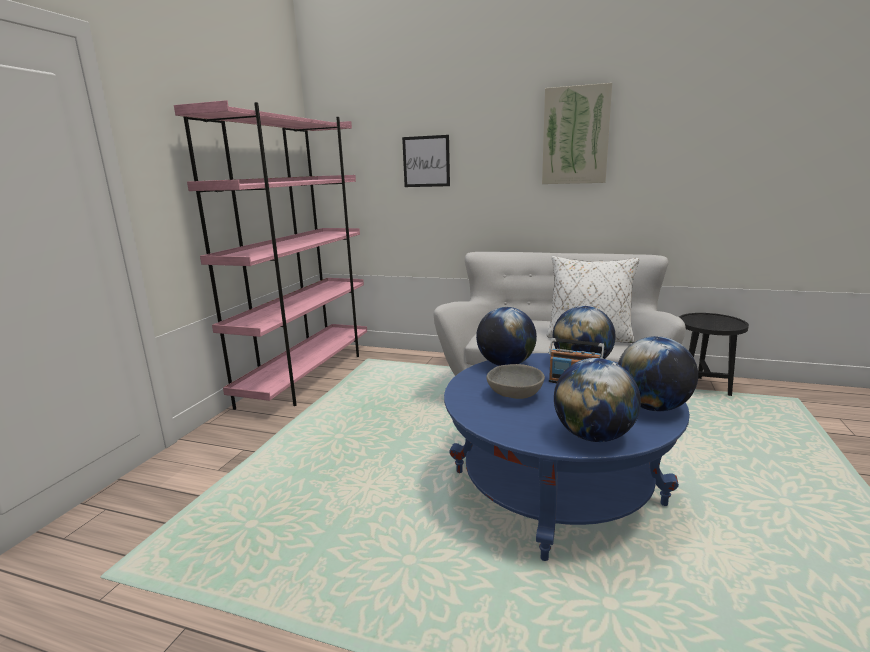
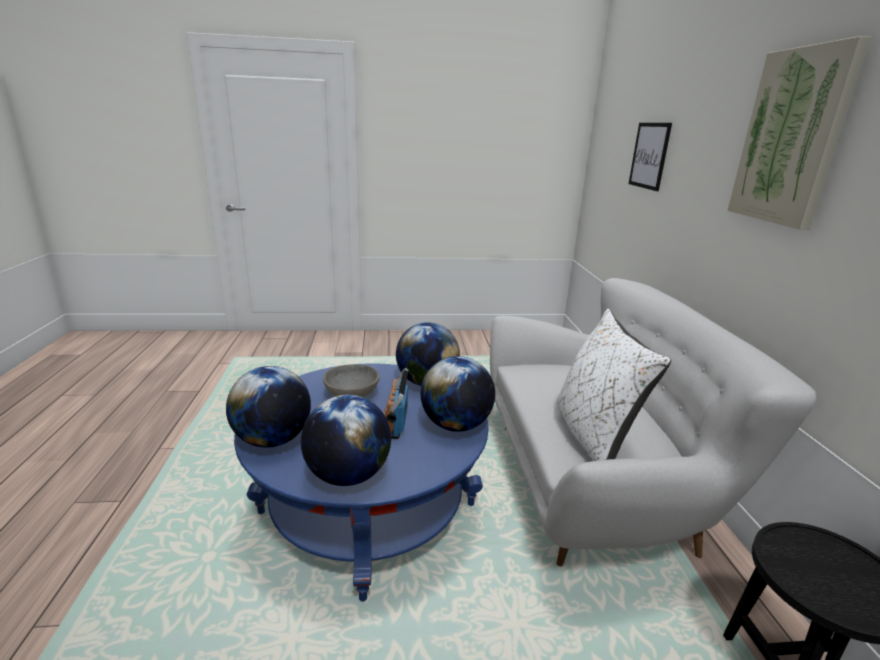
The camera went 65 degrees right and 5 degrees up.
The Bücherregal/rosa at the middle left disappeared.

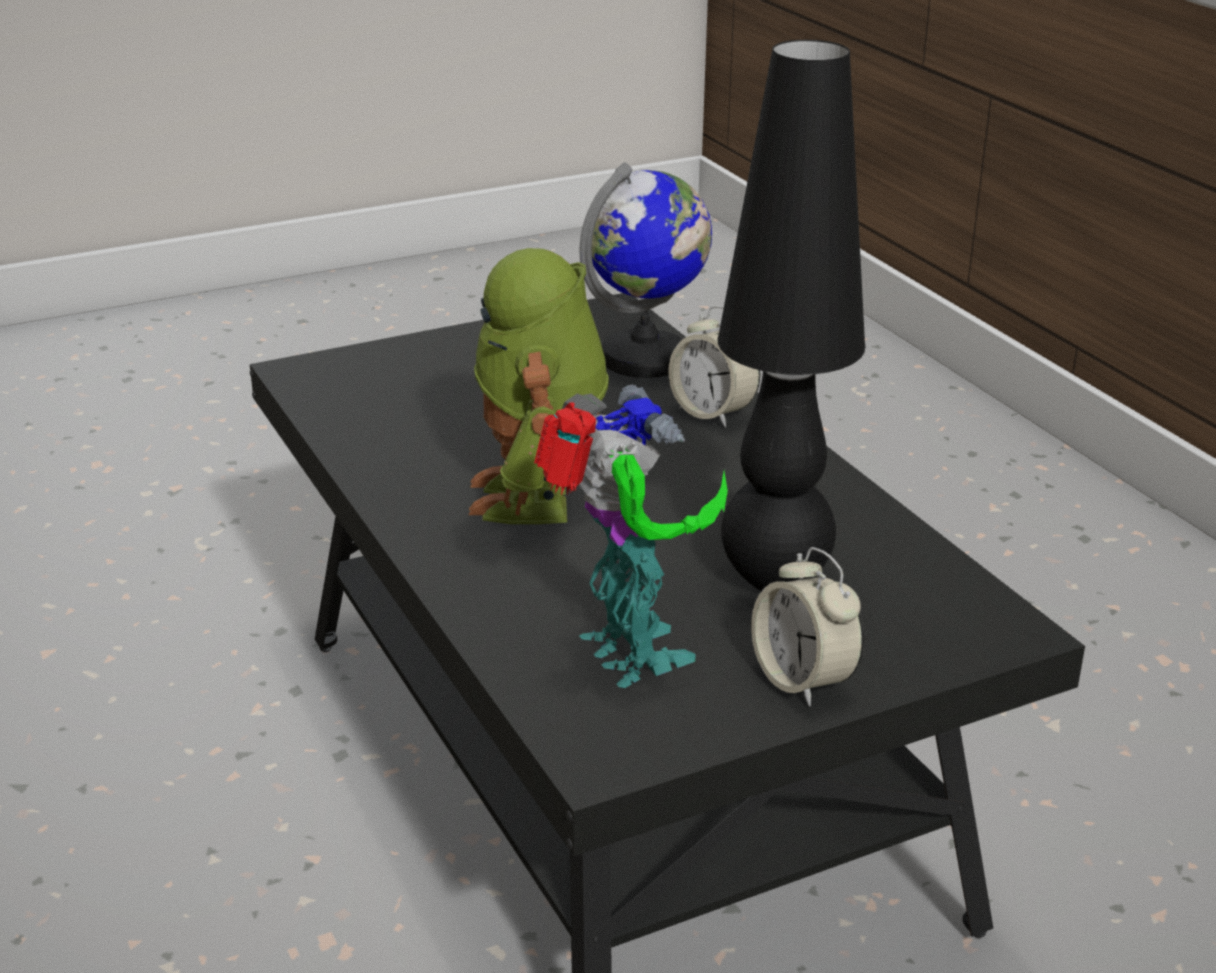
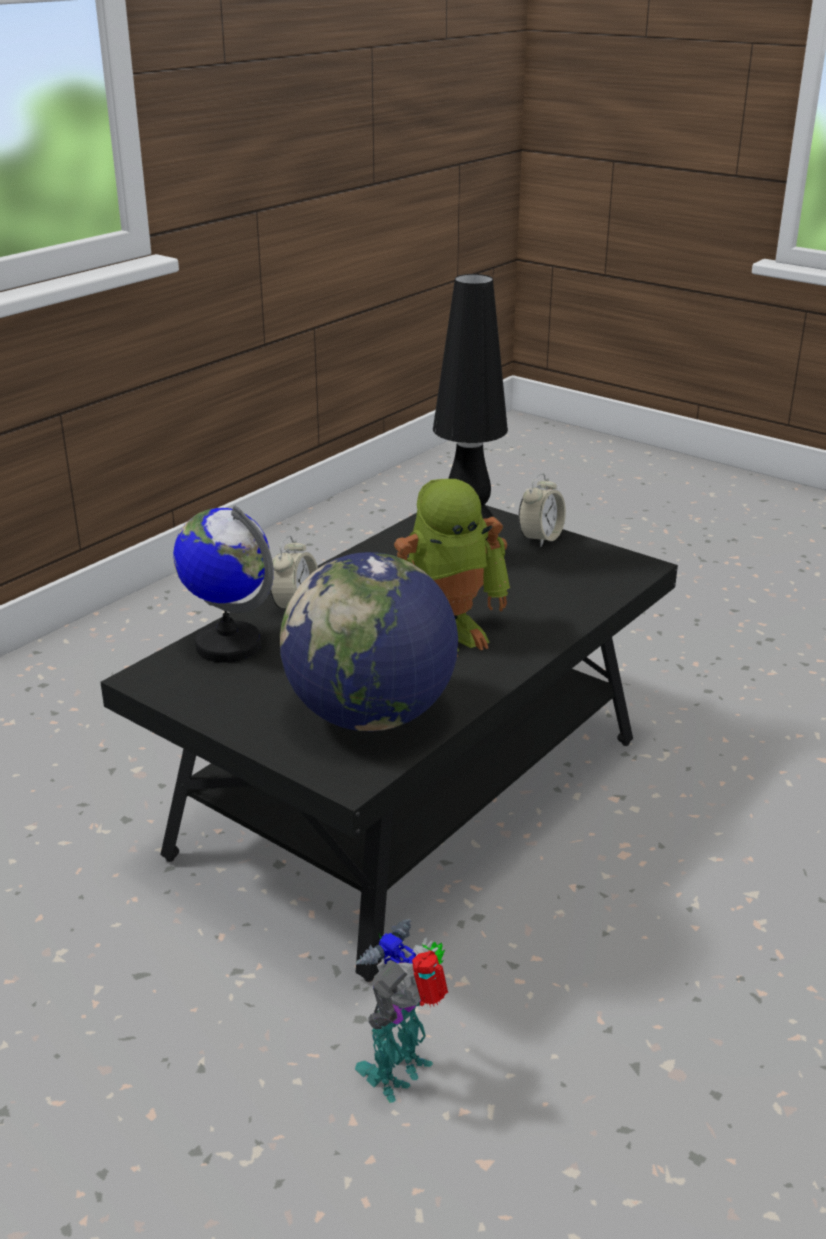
The camera went 115 degrees left and 0 degrees up.
The Spielzeugroboter (2nd from left in the first image) moved from the centre to the bottom centre.
The Globus (2nd from left) at the centre appeared.

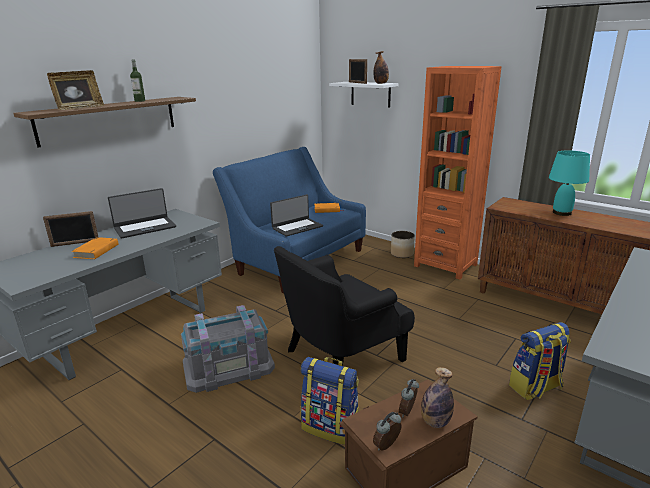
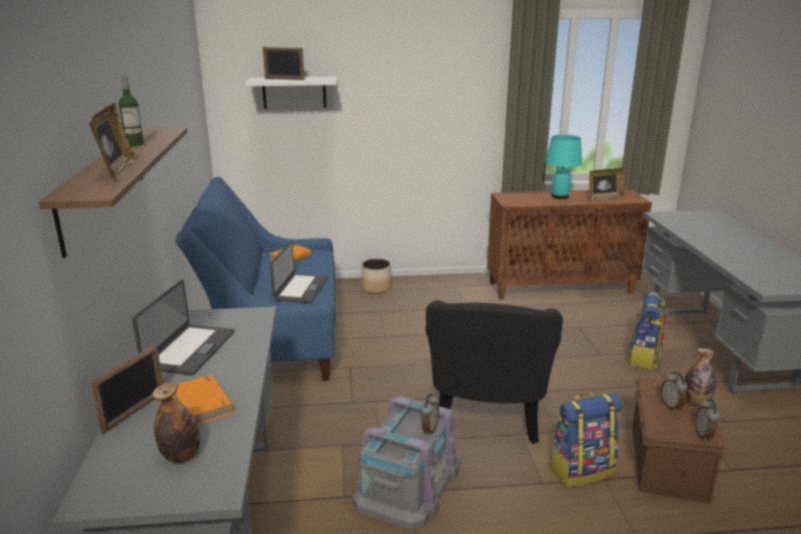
The camera went 45 degrees left and 0 degrees up.
The Flasche (2nd from left) moved from the top centre to the bottom left.
The Bücherregal/orange at the middle right disappeared.
The Wecker (1st from left) at the bottom centre appeared.
The Bilderrahmen (4th from left) at the middle right appeared.

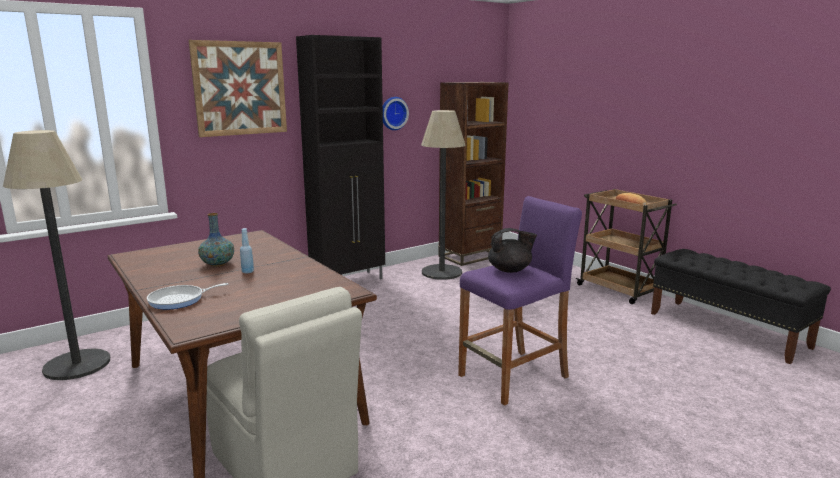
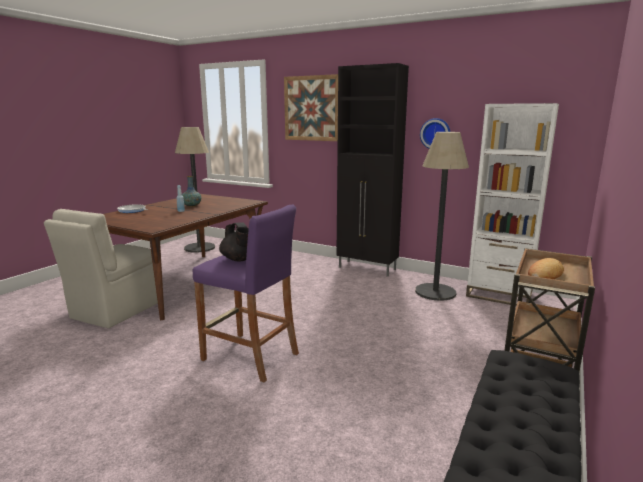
The camera went 65 degrees right and 0 degrees up.
The Bücherregal/braun at the centre became the Bücherregal/weiß at the middle right.

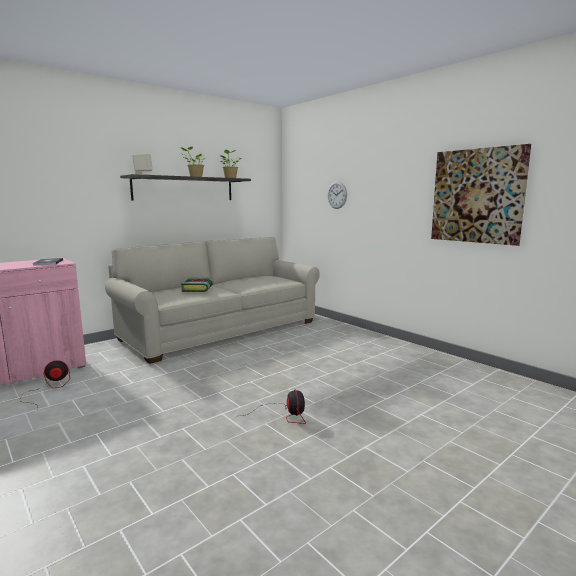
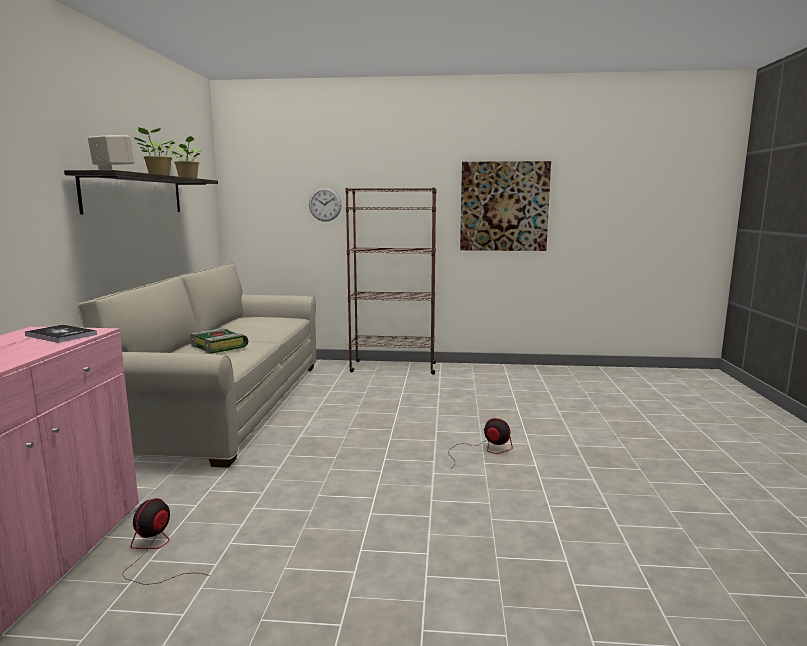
The camera went 45 degrees left and 0 degrees up.
The Bücherregal/braun at the centre appeared.

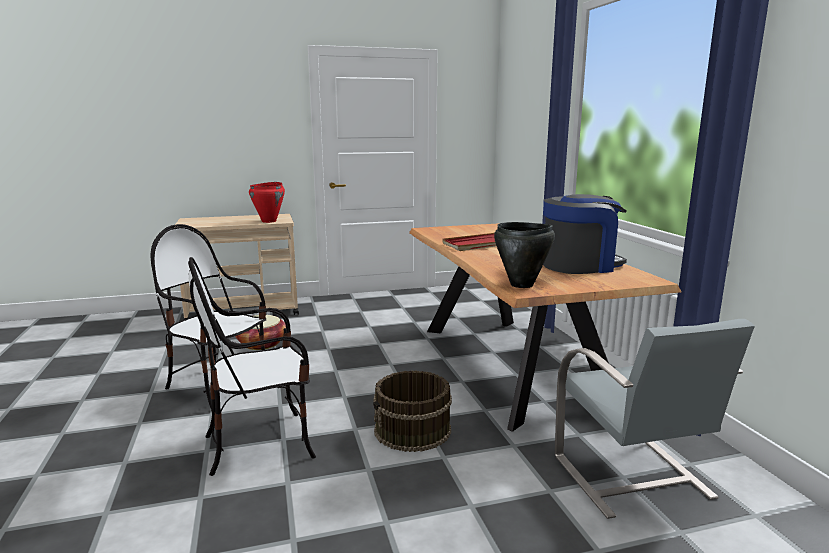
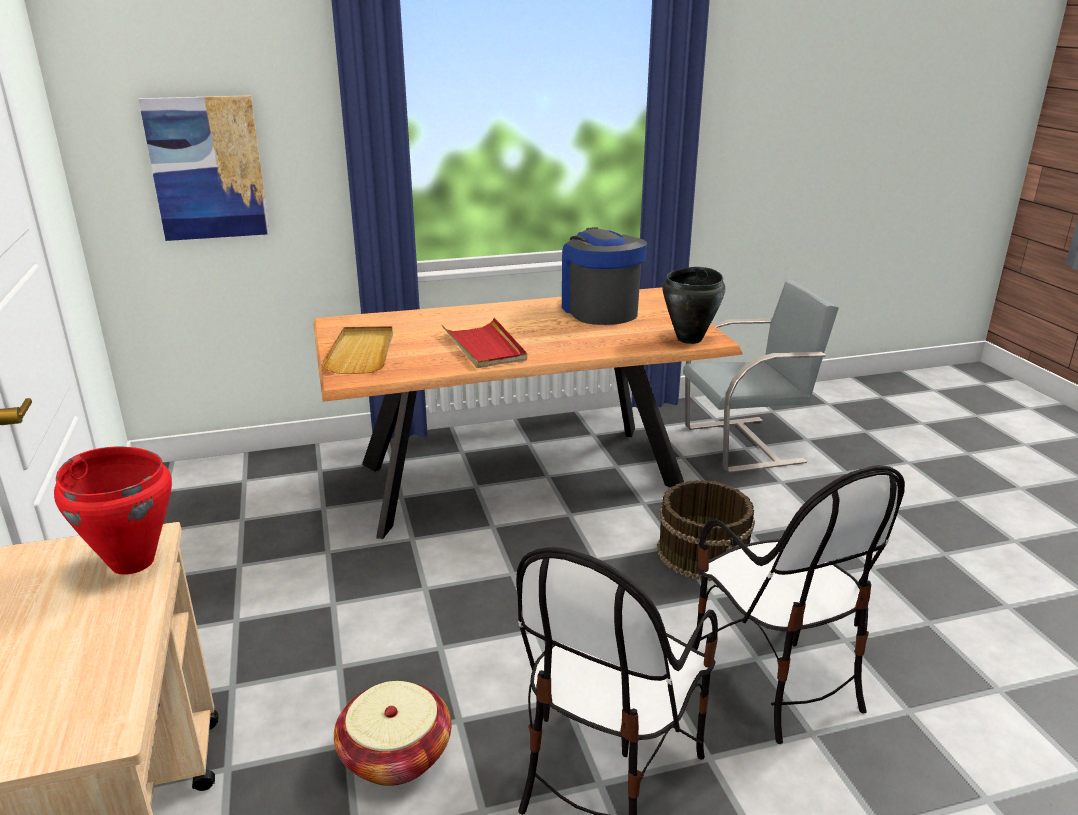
The camera went 90 degrees left and 10 degrees up.
The Bild at the top left appeared.
The Tablett/beige at the middle left appeared.

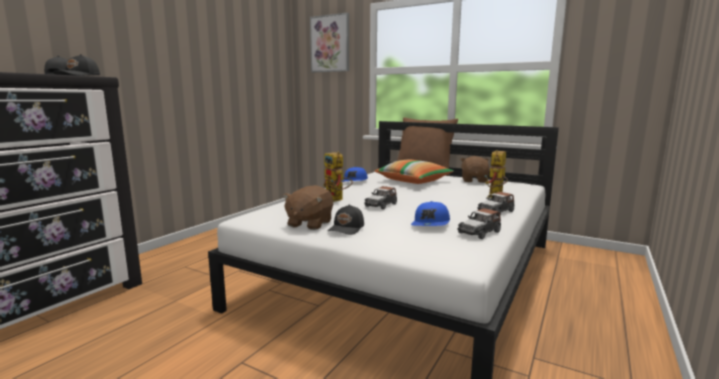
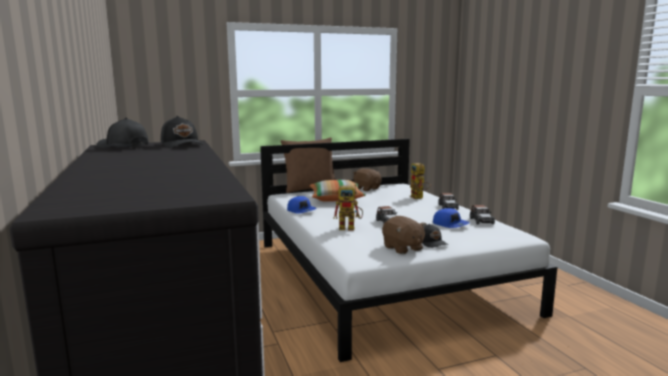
The camera went 50 degrees left and 0 degrees up.
The Bild at the top centre disappeared.

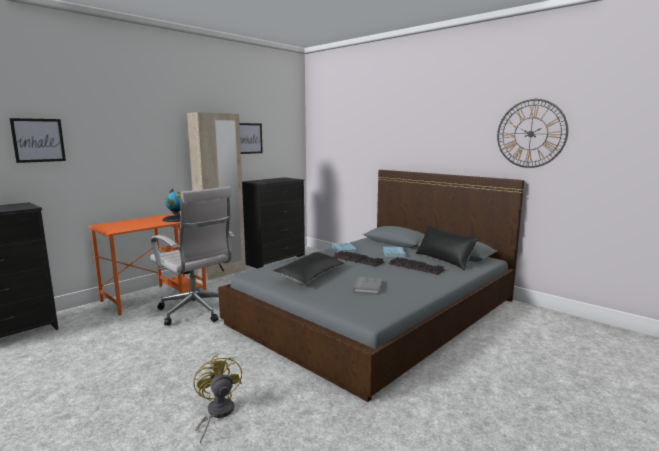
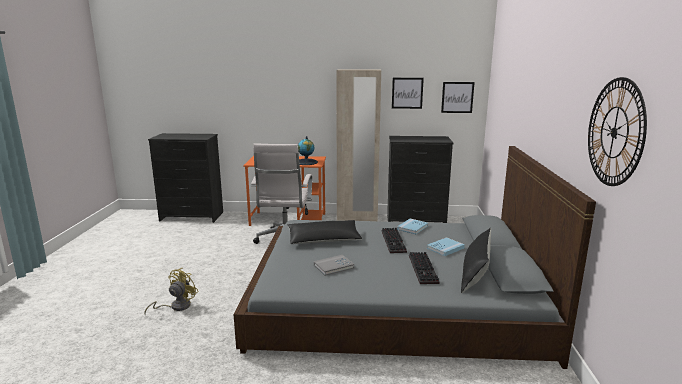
The camera went 50 degrees right and 5 degrees up.
The Bild (1st from left in the first image) moved from the top left to the top right.

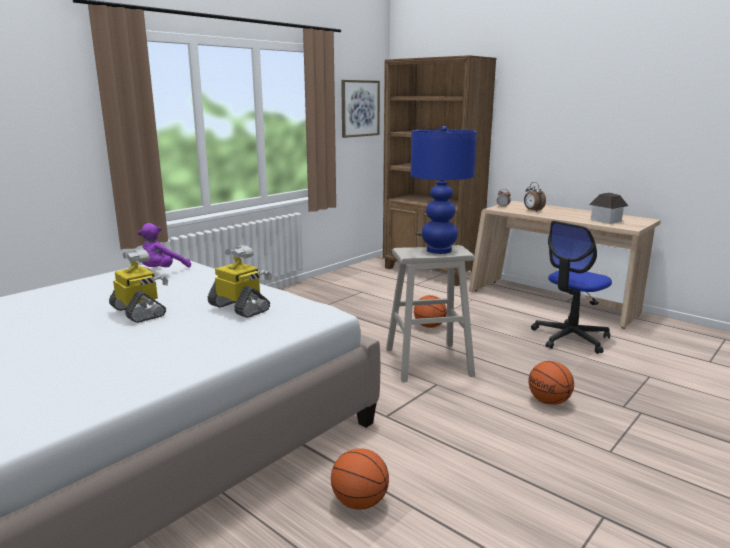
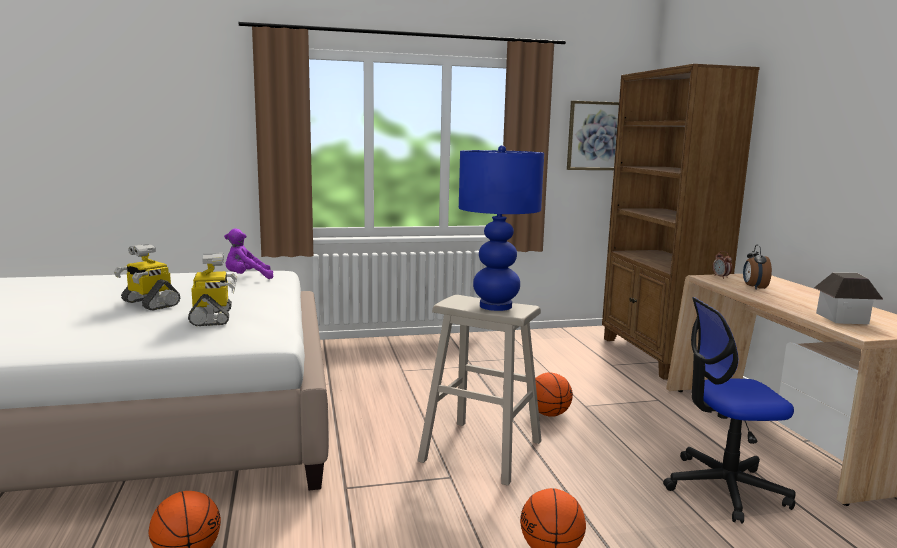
The camera went 35 degrees right and 5 degrees down.
The Spielzeugroboter (1st from left) at the middle left turned 135 degrees clockwise.

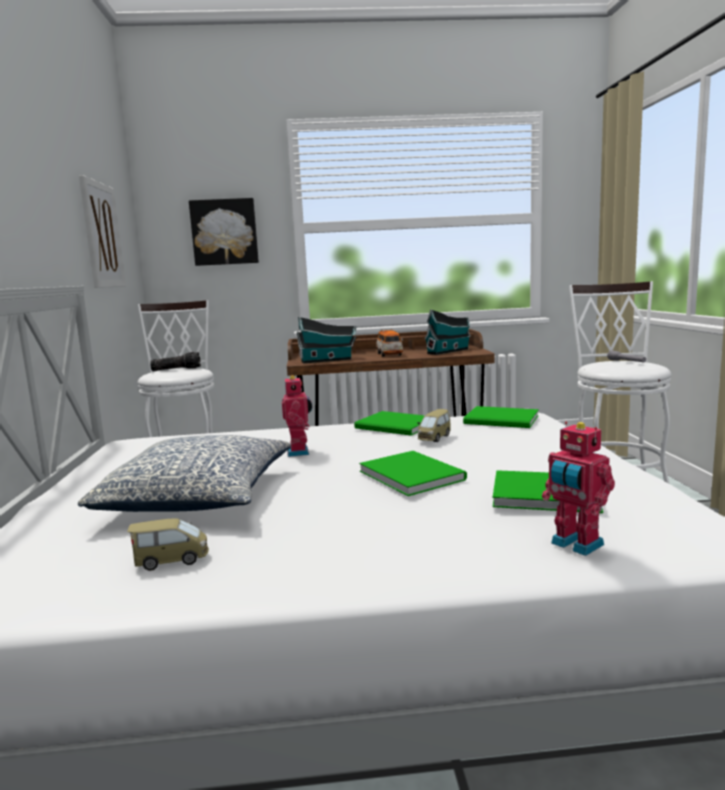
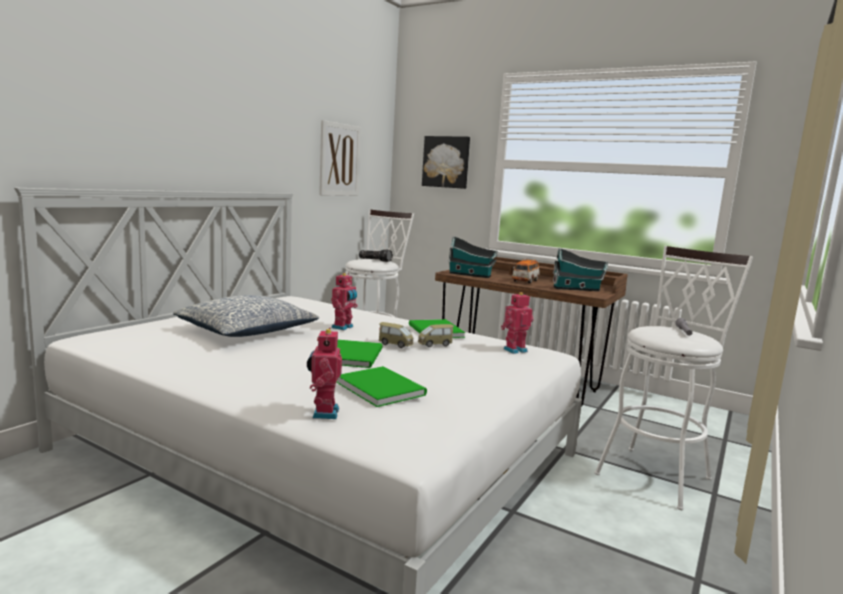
The camera went 35 degrees right and 0 degrees up.
The Spielzeugauto (1st from left) moved from the bottom left to the centre.
The Buch/grün (3rd from left) at the middle right was replaced by the Spielzeugroboter (3rd from left) at the centre.

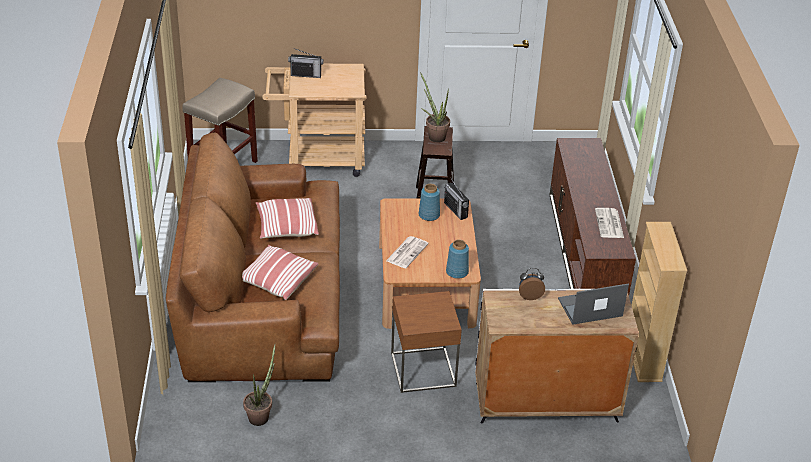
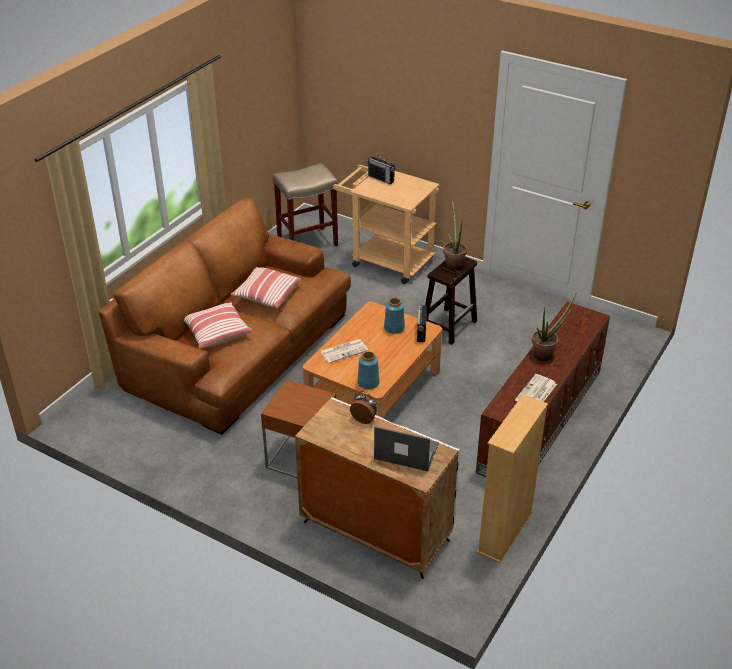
The camera went 35 degrees right and 0 degrees up.
The Topfpflanze (1st from left in the first image) moved from the bottom left to the middle right.

